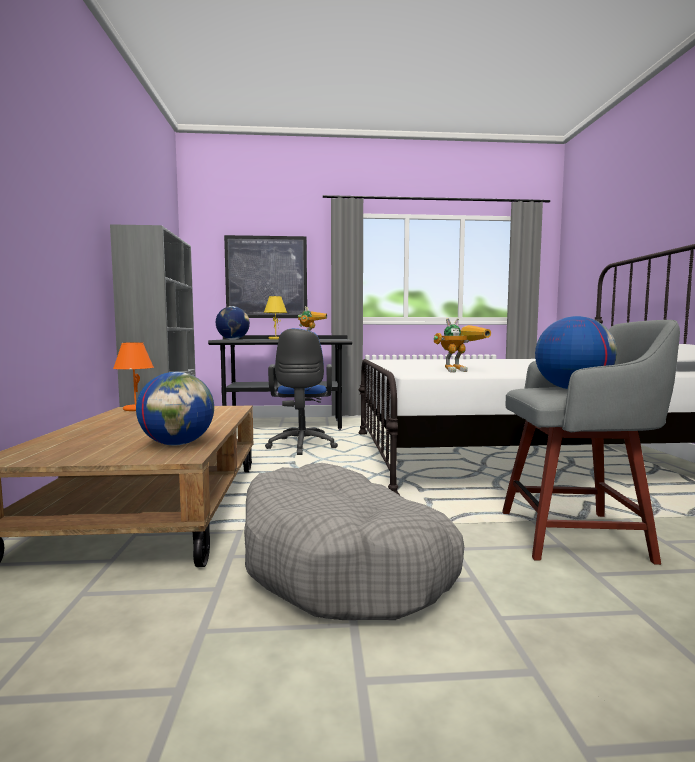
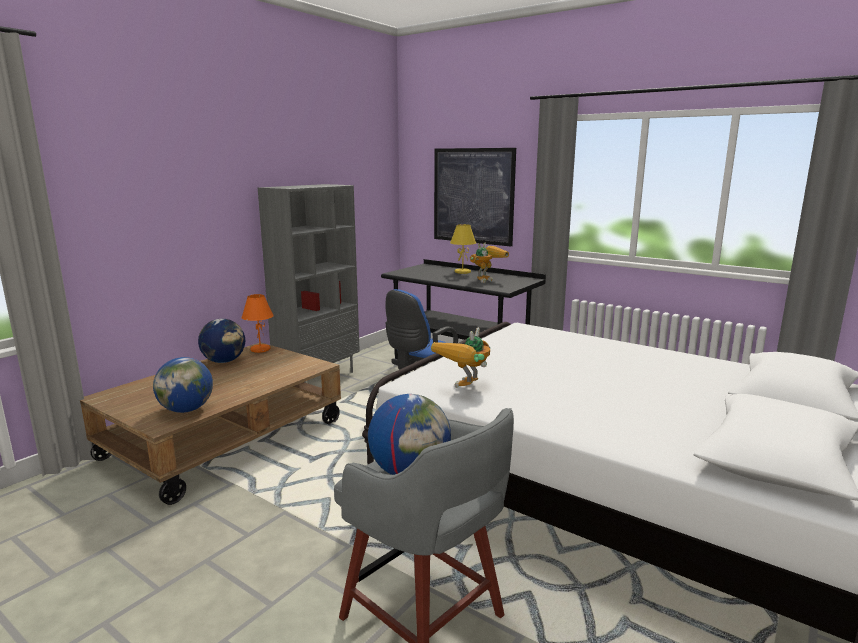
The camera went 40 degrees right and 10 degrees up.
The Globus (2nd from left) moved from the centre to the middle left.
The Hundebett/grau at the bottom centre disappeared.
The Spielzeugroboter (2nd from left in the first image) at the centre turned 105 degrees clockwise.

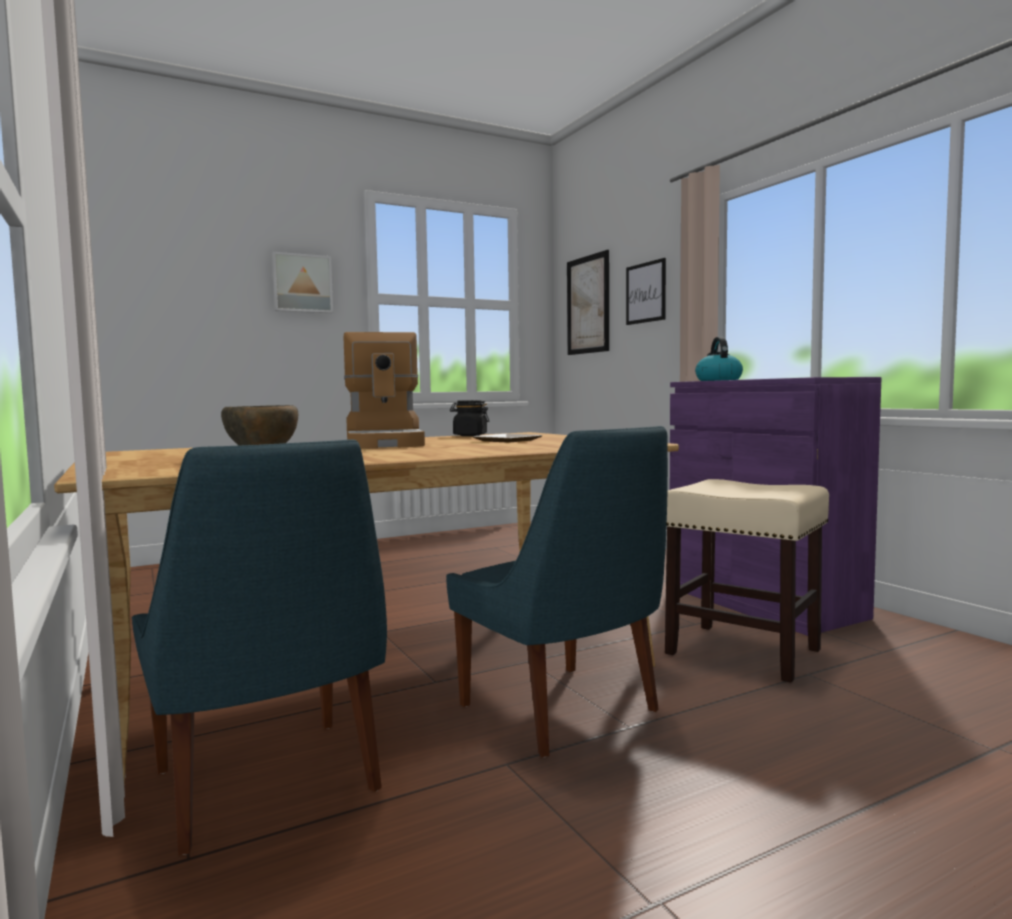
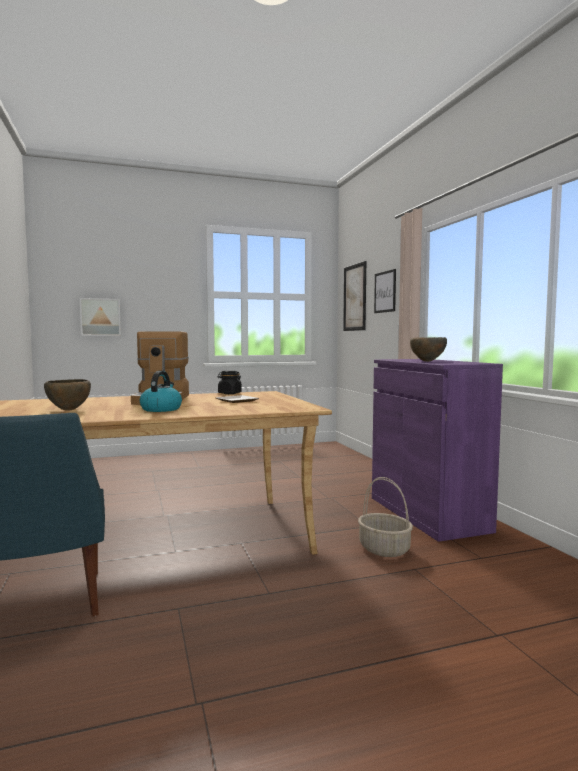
The camera went 10 degrees right and 0 degrees up.
The Bild (1st from left) moved from the top left to the middle left.
The Stuhl/blau (2nd from left) at the centre disappeared.
The Hocker/beige at the middle right was replaced by the Korb at the bottom centre.
The Wasserkessel moved from the middle right to the middle left.
The Schüssel/braun (2nd from left) at the middle right appeared.

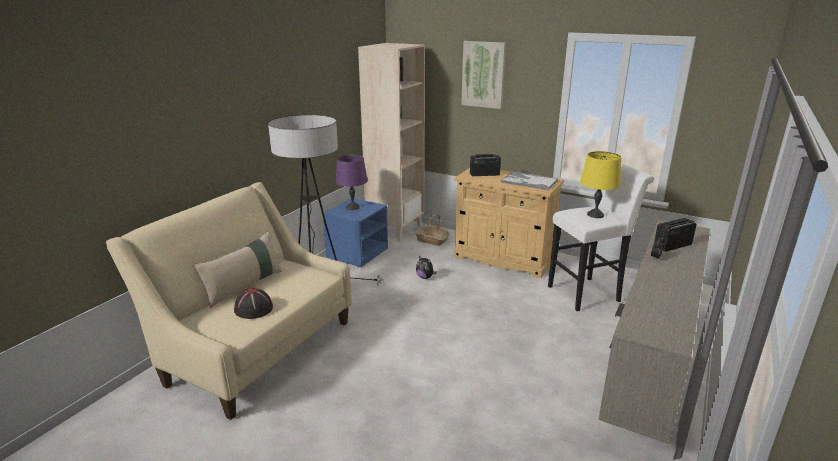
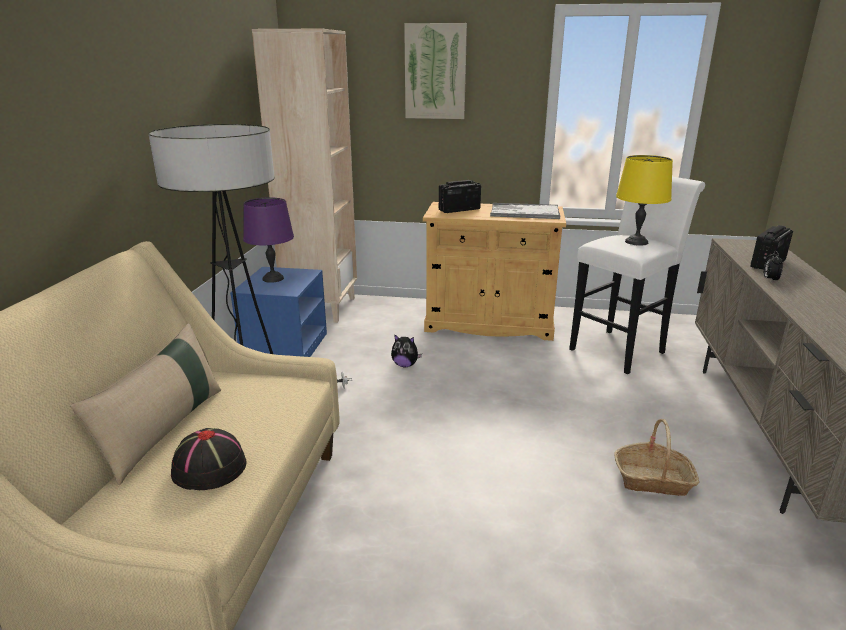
The camera went 20 degrees left and 0 degrees up.
The Korb moved from the centre to the bottom right.

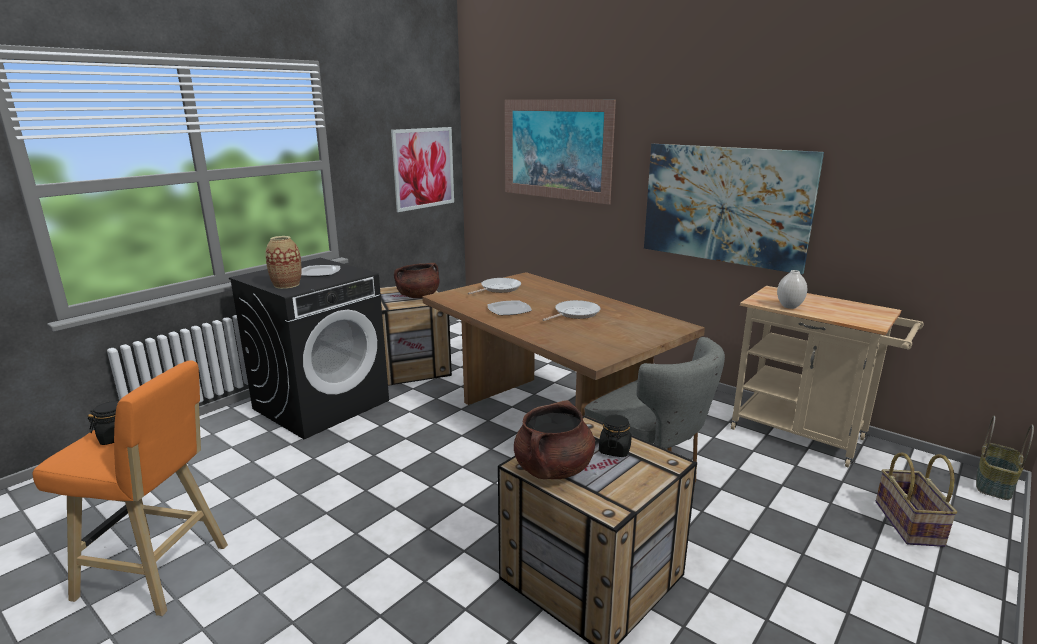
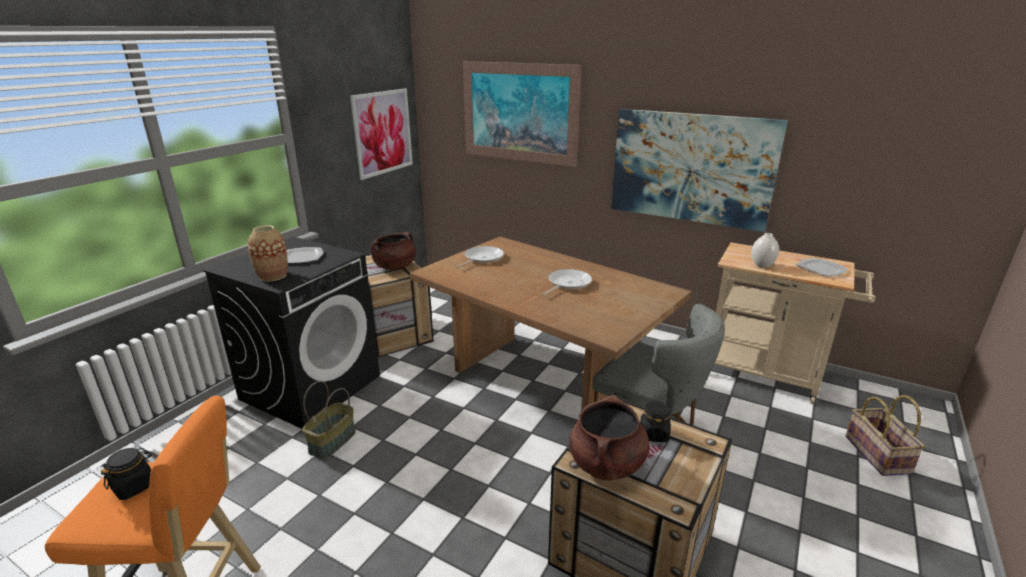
The camera went 10 degrees left and 5 degrees up.
The Teller (2nd from left) moved from the centre to the middle right.
The Korb (2nd from left in the first image) moved from the bottom right to the bottom left.

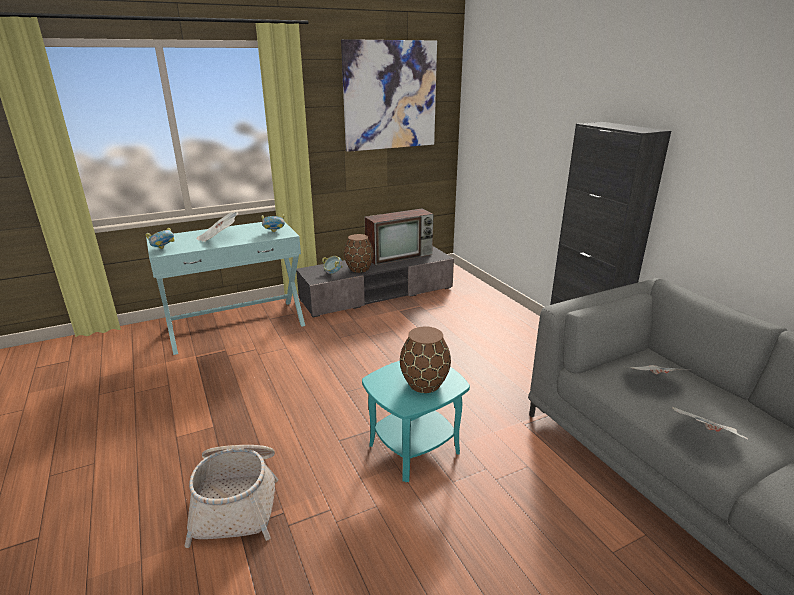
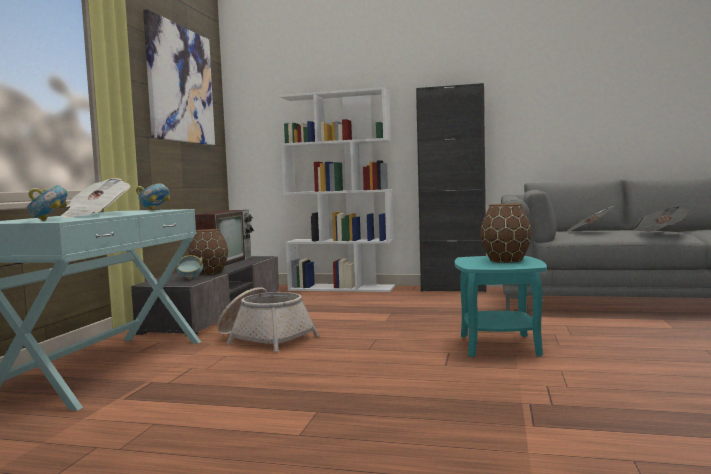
The camera went 50 degrees left and 20 degrees down.
The Korb moved from the bottom left to the bottom centre.
The Bücherregal/weiß at the centre appeared.

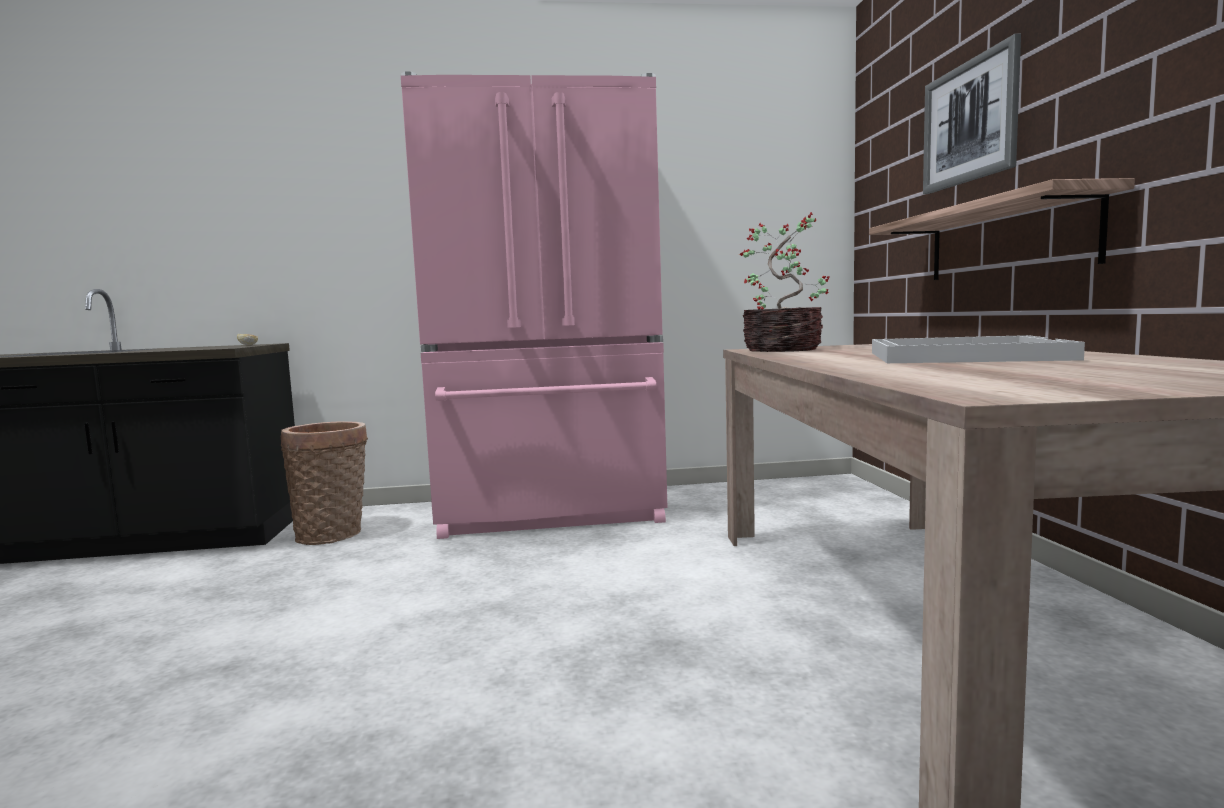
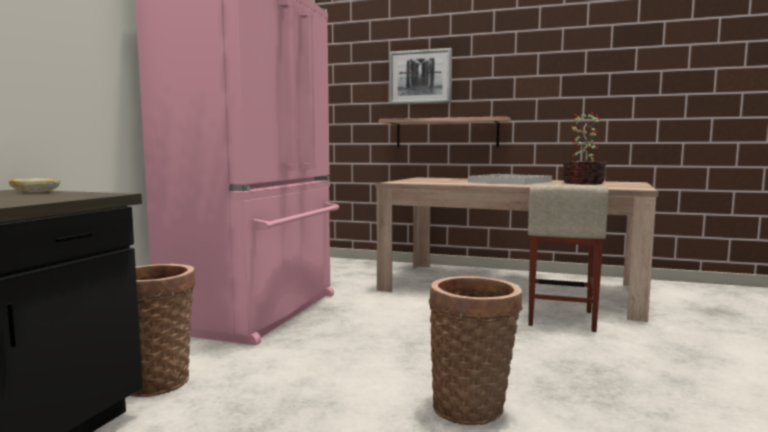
The camera went 65 degrees left and 0 degrees up.
The Topfpflanze moved from the centre to the middle right.
The Korb (2nd from left) at the bottom centre appeared.
The Hocker/beige at the middle right appeared.

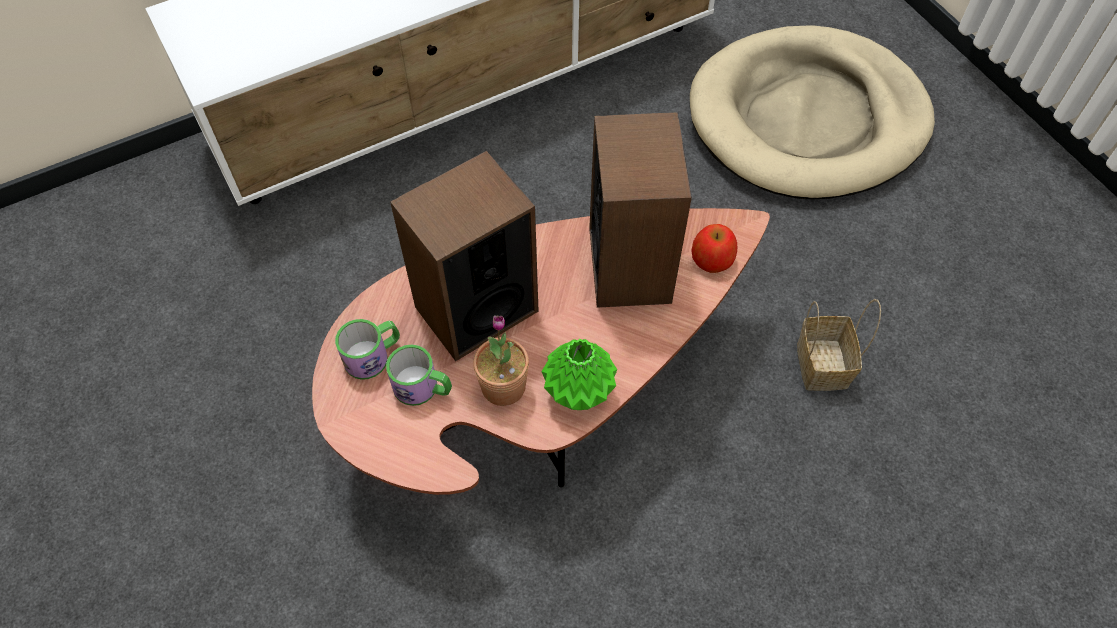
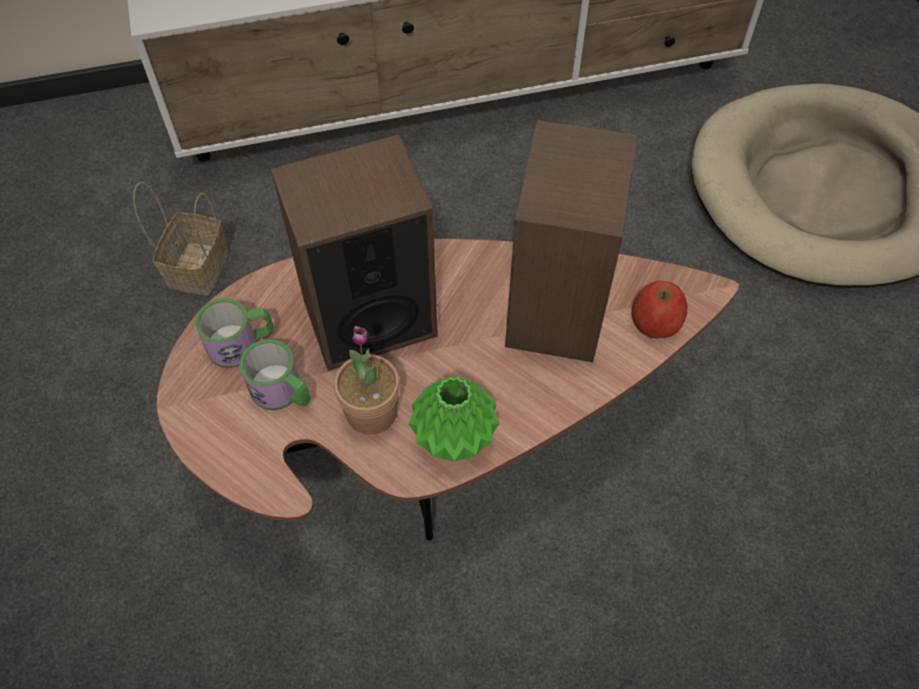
The camera went 15 degrees right and 0 degrees up.
The Korb moved from the middle right to the middle left.

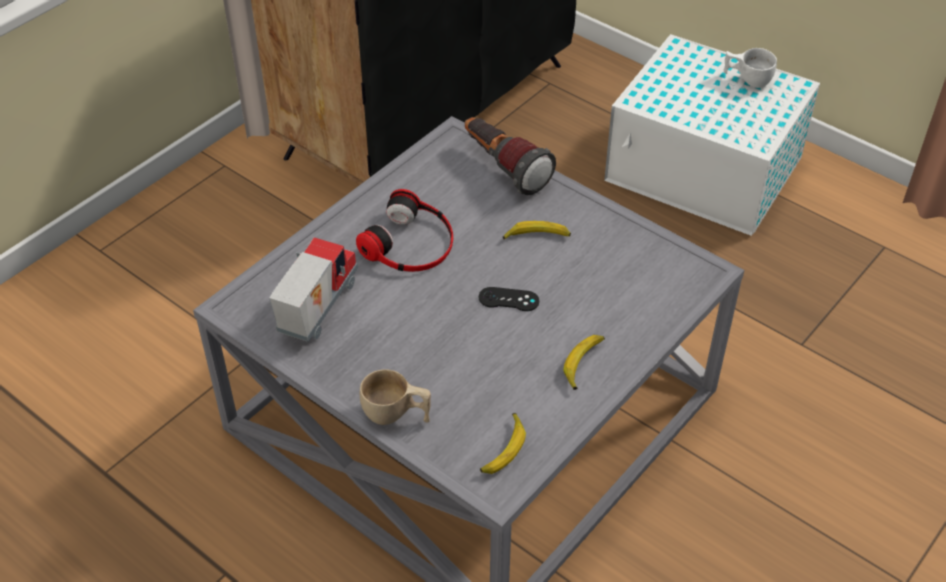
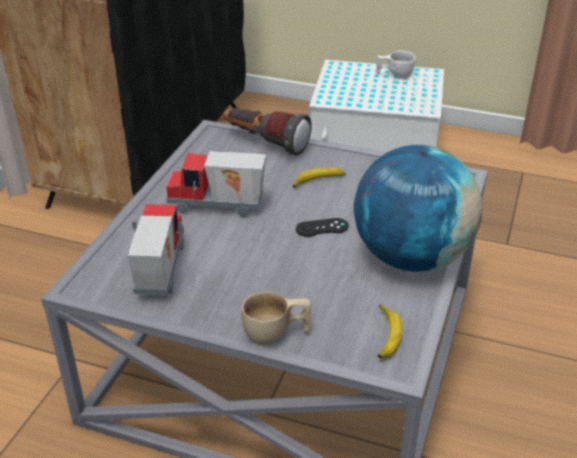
The camera went 20 degrees left and 10 degrees down.
The Kopfhörer at the centre was replaced by the Spielzeuglaster (2nd from left) at the centre.
The Banane (3rd from left) at the centre was replaced by the Globus at the middle right.

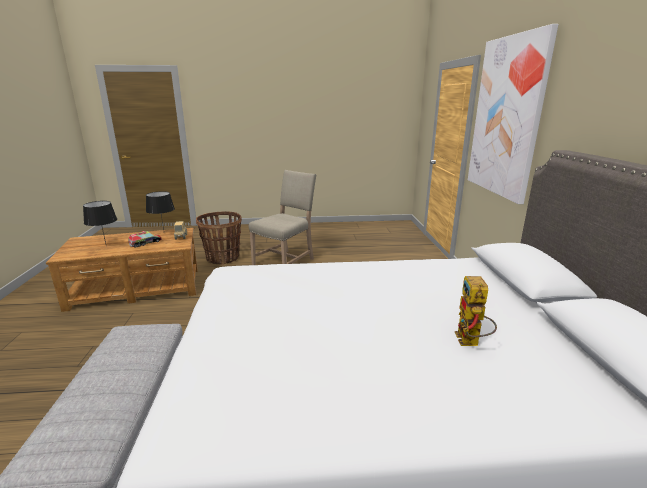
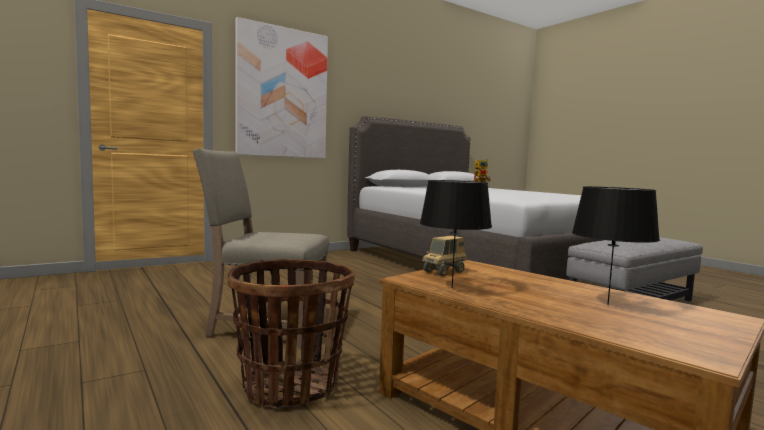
The camera went 120 degrees left and 15 degrees down.
The Spielzeuglaster (1st from left) at the middle left disappeared.

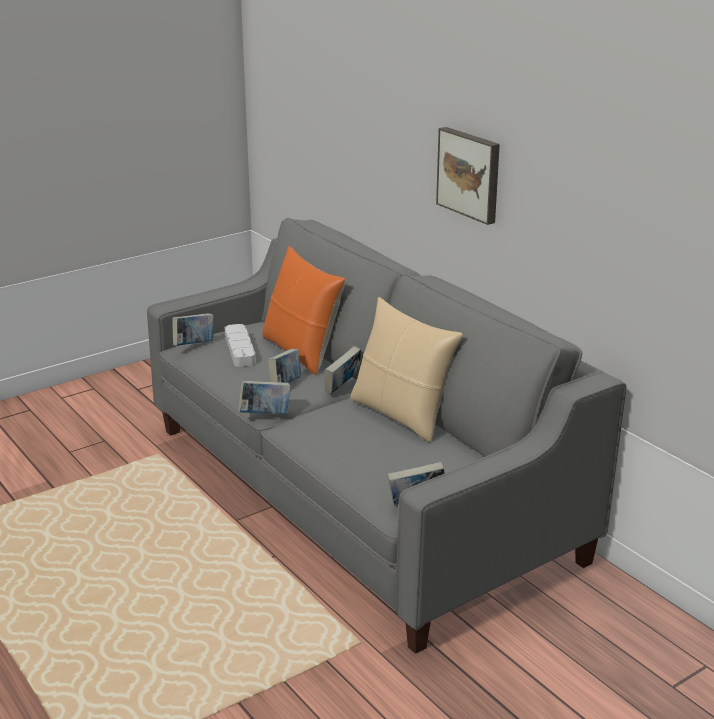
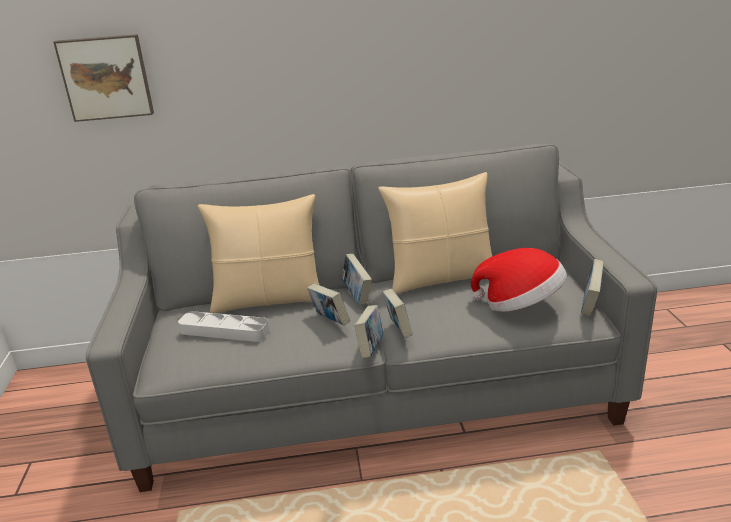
The camera went 60 degrees left and 0 degrees up.
The Buch (1st from left in the first image) moved from the middle left to the centre.
The Kissen/orange at the centre became the Kissen/beige (1st from left) at the centre.
The Bild moved from the top centre to the top left.
The Hut at the middle right appeared.

